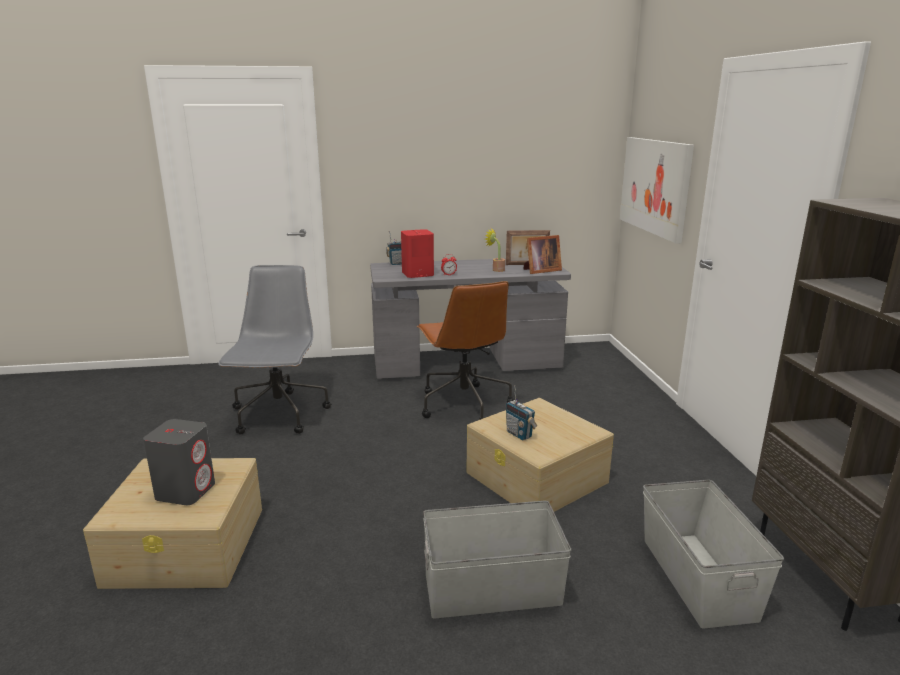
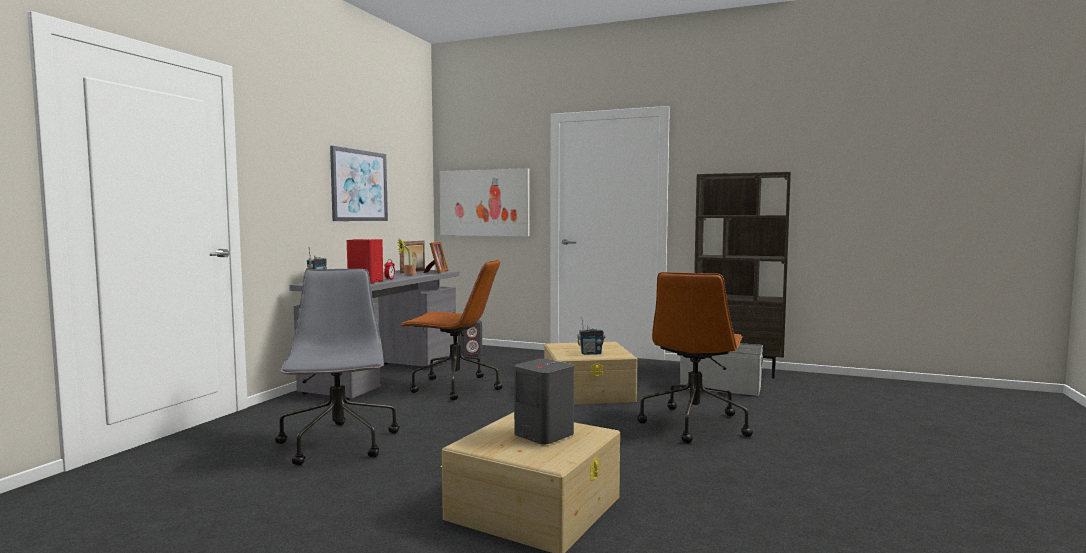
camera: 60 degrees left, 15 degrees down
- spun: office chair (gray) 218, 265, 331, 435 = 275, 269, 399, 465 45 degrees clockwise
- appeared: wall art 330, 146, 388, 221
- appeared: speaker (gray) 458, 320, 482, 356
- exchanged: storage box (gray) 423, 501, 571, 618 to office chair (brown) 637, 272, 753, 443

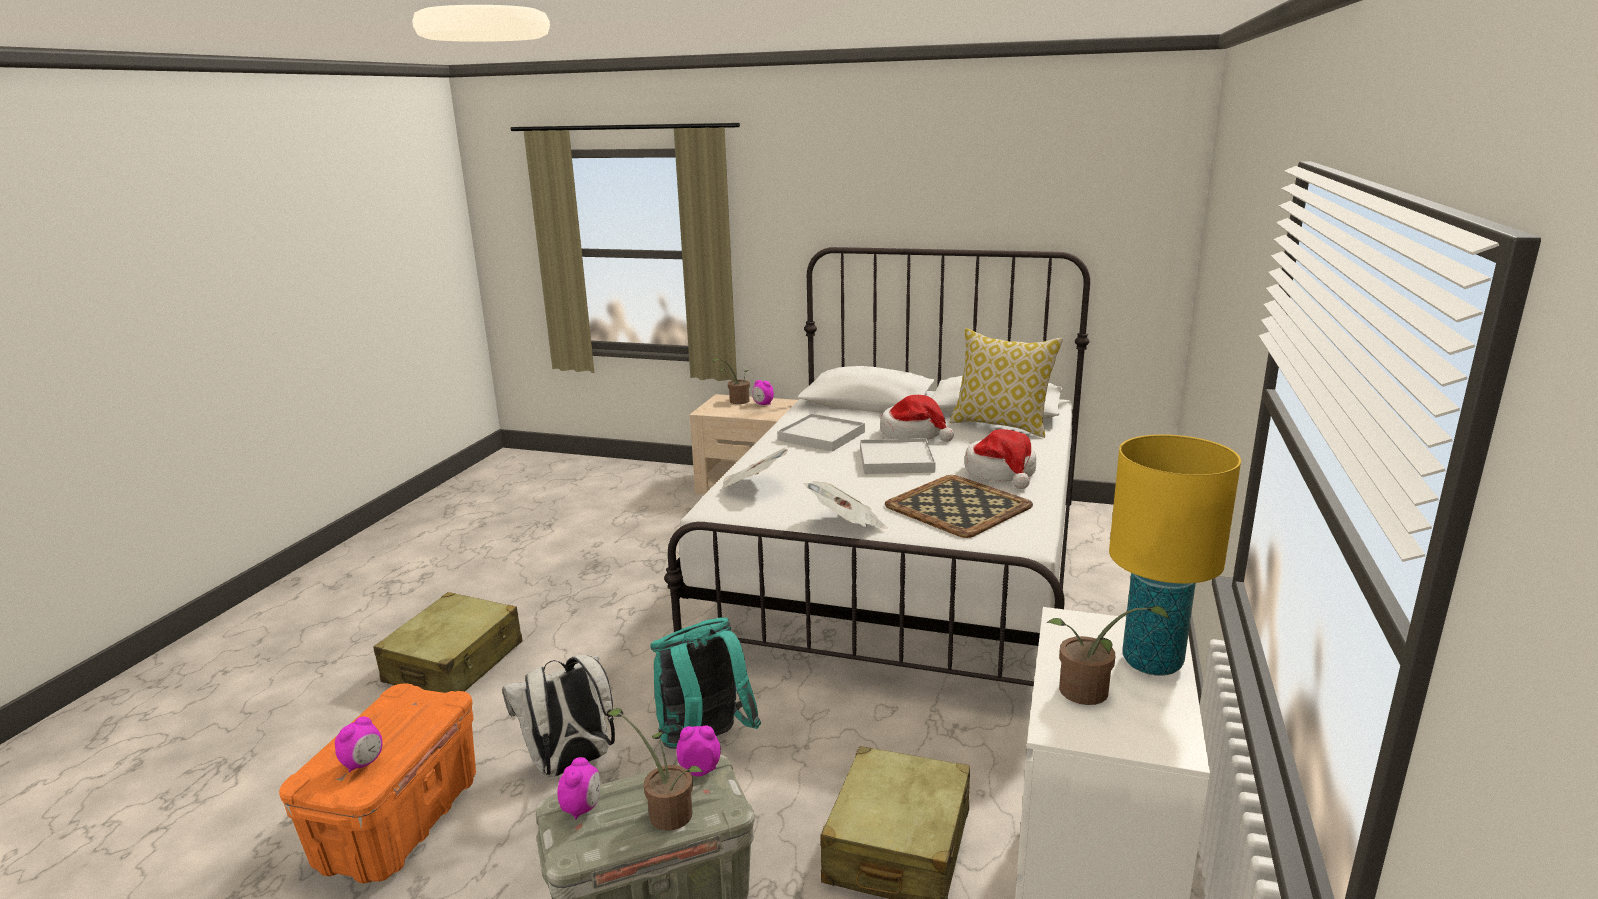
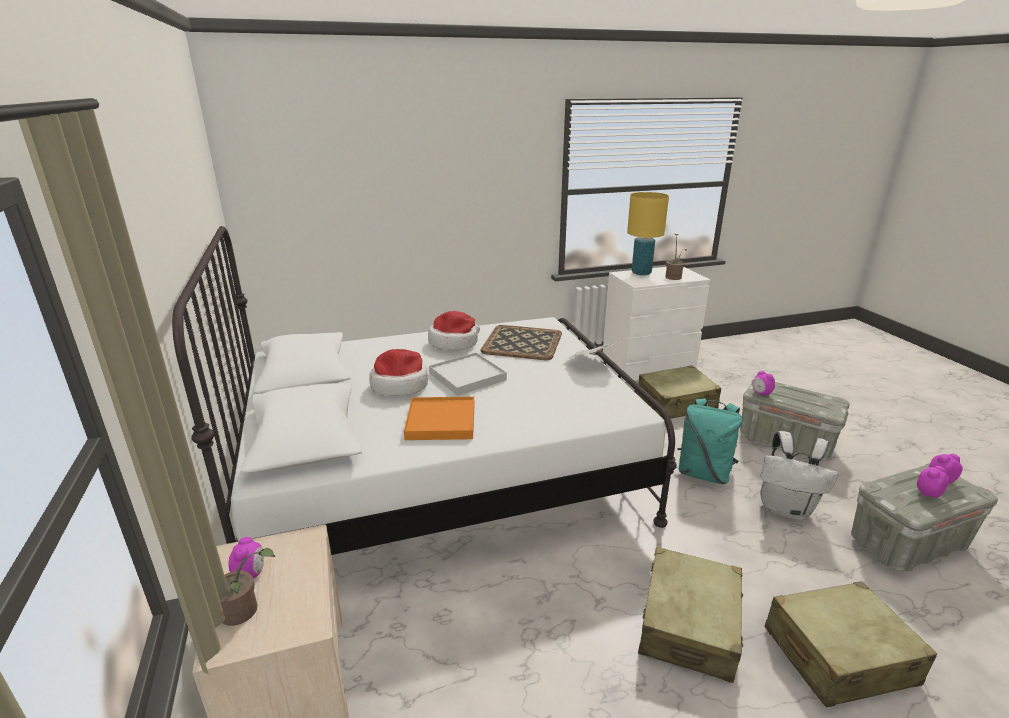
camera: 125 degrees left, 5 degrees up
- colour: serving tray (white) 777, 413, 865, 452 to serving tray (orange-coloured) 404, 397, 474, 440
- appeared: suitcase (beige-coloured) 638, 547, 743, 683
- colour: storage box (orange-coloured) 279, 684, 476, 883 to storage box (gray) 851, 463, 998, 571
- relocated: bedside clock 557, 757, 600, 819 to 917, 466, 950, 498
- missing: potted plant 607, 708, 704, 831
- missing: daily paper 720, 448, 788, 490
- missing: pillow 950, 328, 1063, 438

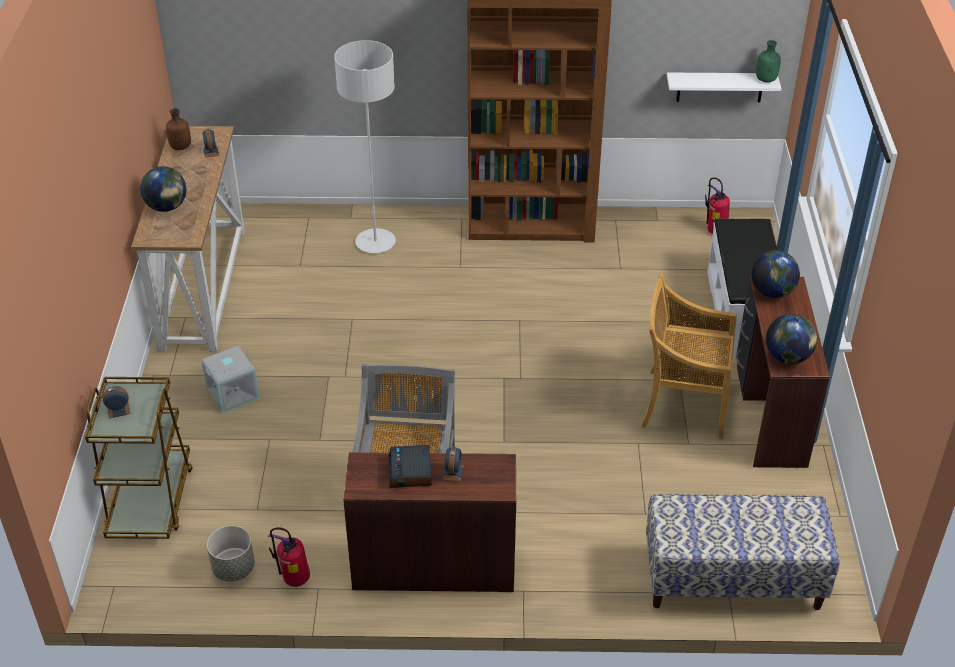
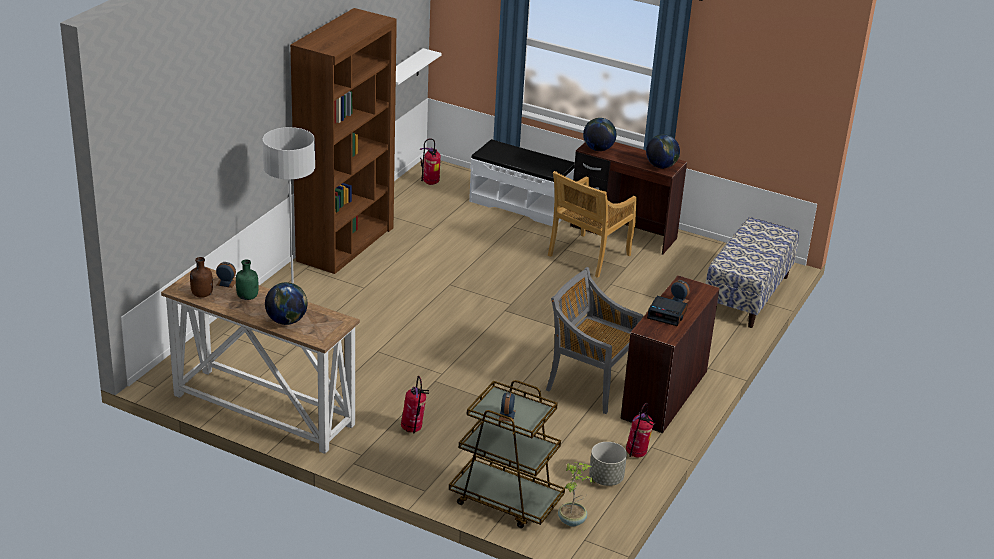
camera: 65 degrees left, 10 degrees down
- relocated: drink bottle (green-coloured) 756, 40, 781, 82 to 236, 259, 259, 300
- exchanged: storage box (gray) 201, 346, 260, 413 to fire-fighting cylinder 401, 376, 429, 433
- appeared: potted plant 558, 462, 595, 527

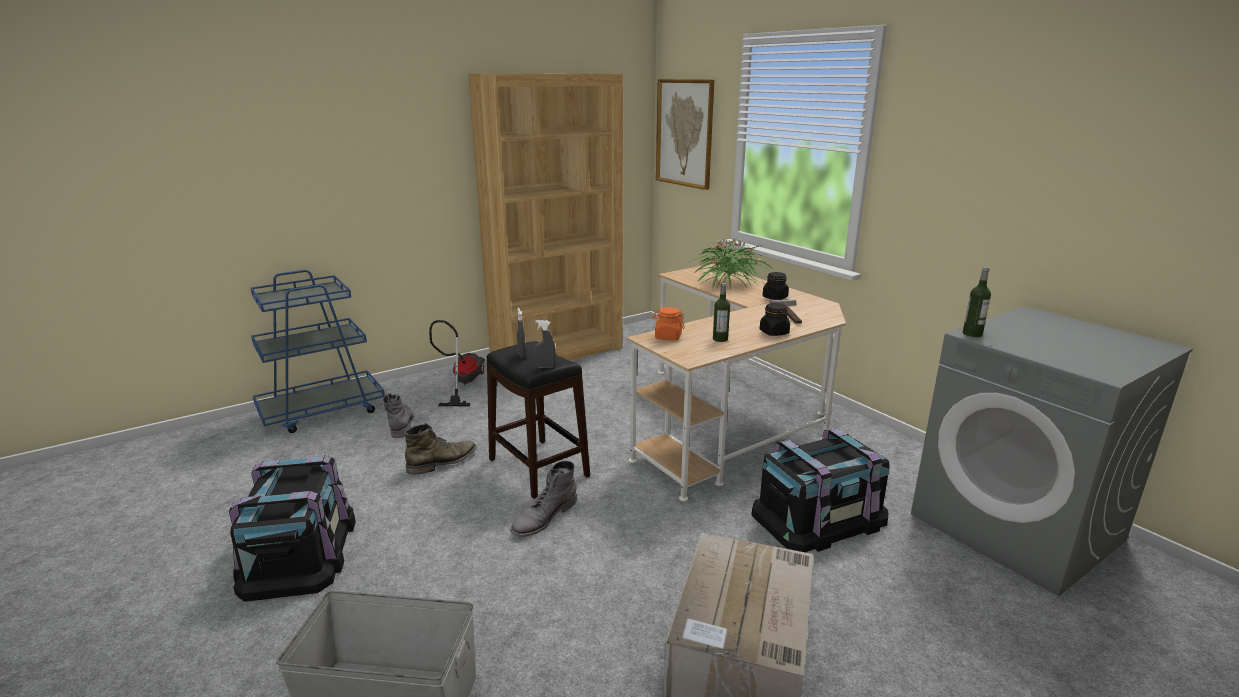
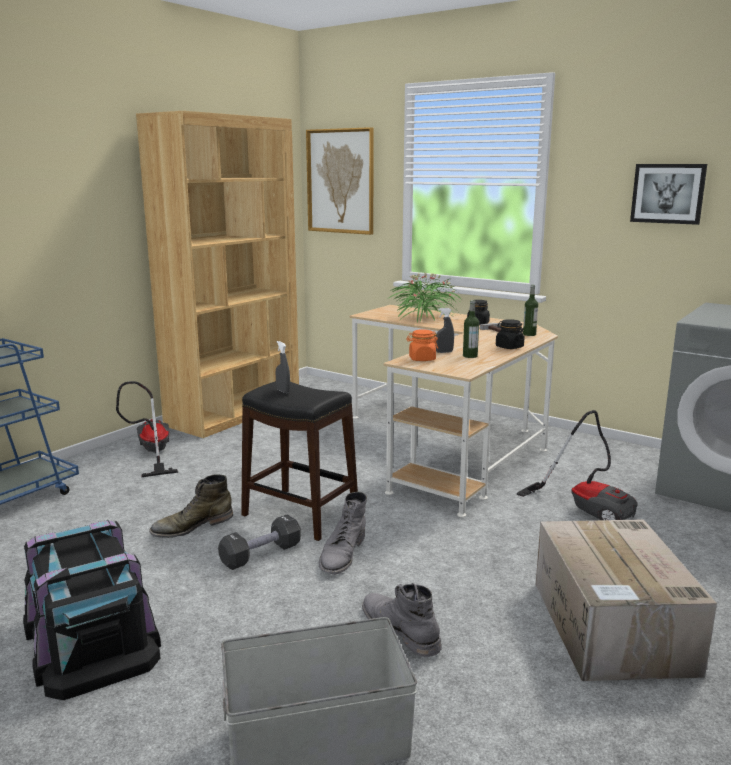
camera: 20 degrees left, 5 degrees down
- spun: boot (green-coloured) 405, 423, 477, 475 = 149, 474, 233, 538 150 degrees counterclockwise
- appeared: hand weight (black-coloured) 218, 514, 301, 570
- relocated: boot (gray) 383, 393, 414, 438 to 362, 583, 442, 657
- relocated: spray bottle (gray) 534, 320, 556, 368 to 435, 308, 454, 353
- exchanged: storage box (black-coloured) 751, 428, 889, 553 to vacuum 516, 410, 637, 520
- relocated: drink bottle 963, 267, 991, 337 to 523, 285, 538, 336
- appeared: wall art 630, 164, 707, 225

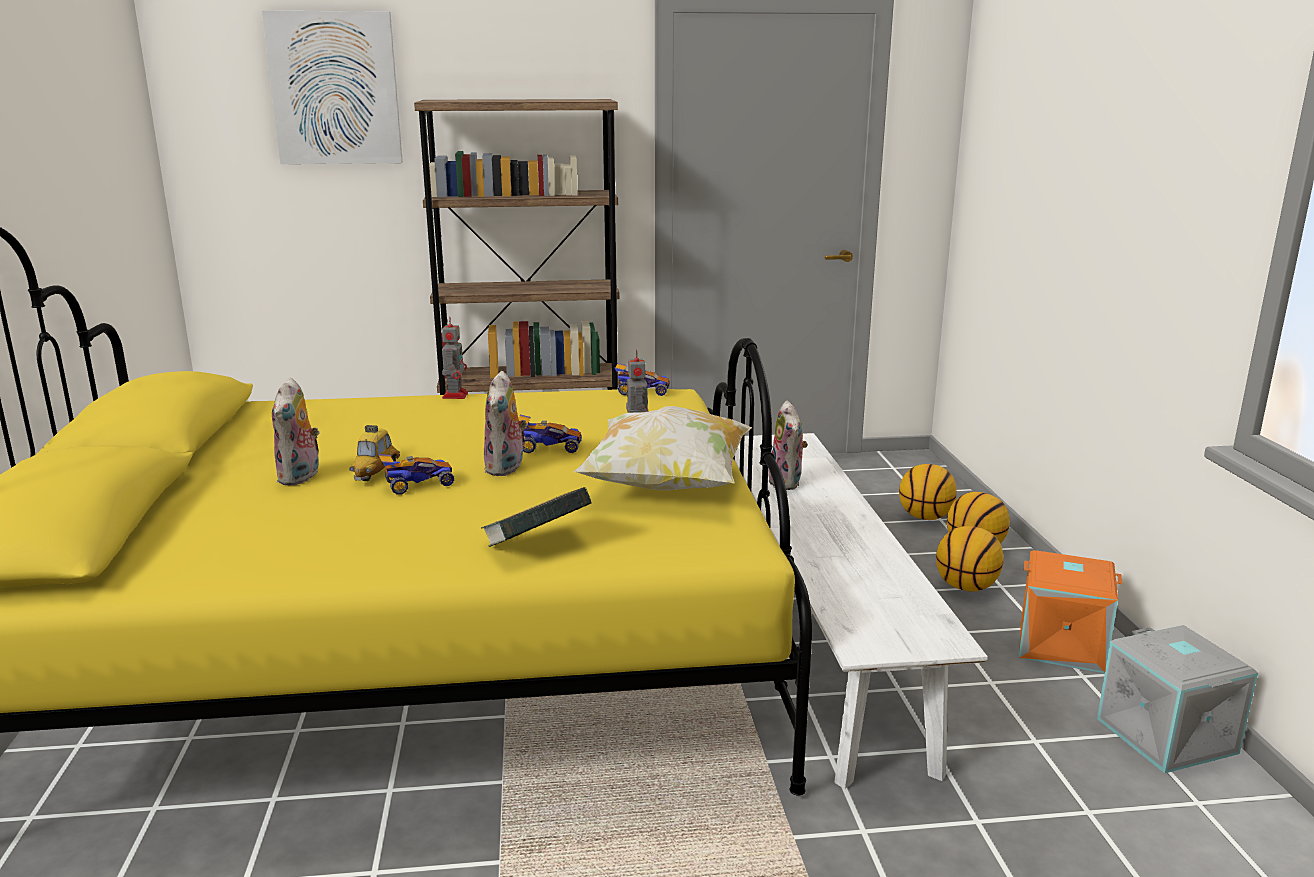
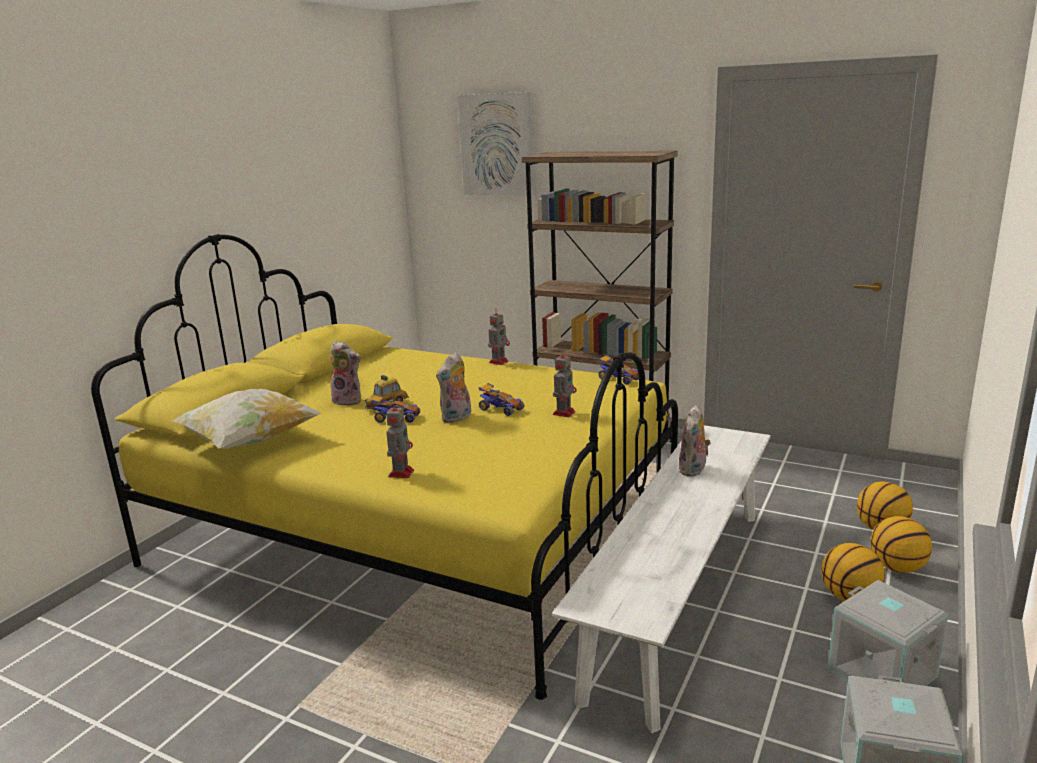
camera: 35 degrees right, 0 degrees up
- relocated: pillow 573, 406, 752, 491 to 173, 389, 321, 449
- spun: soft toy 272, 377, 320, 486 = 330, 341, 361, 406 105 degrees counterclockwise
- exchanged: volume 481, 487, 592, 547 to model robot 386, 401, 414, 478
- colour: storage box (orange-coloured) 1018, 550, 1123, 673 to storage box (gray) 828, 580, 948, 686

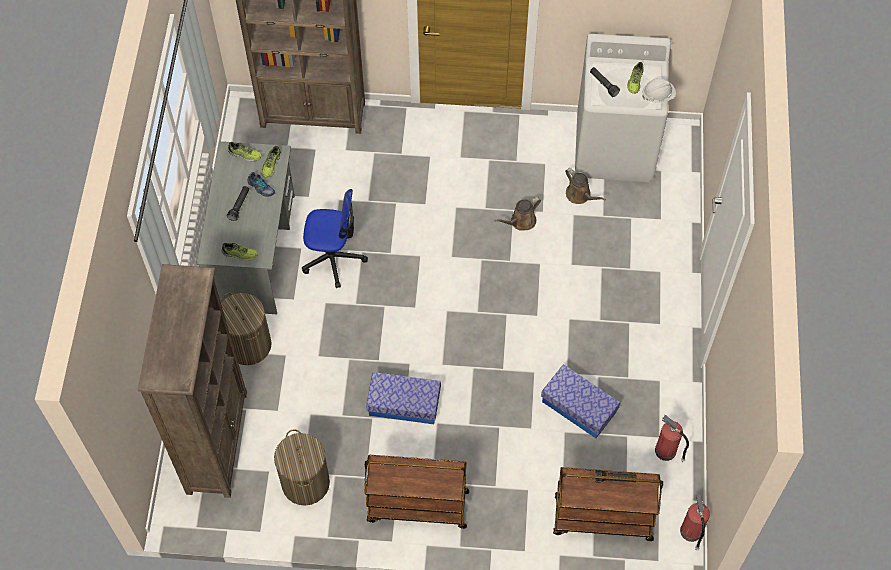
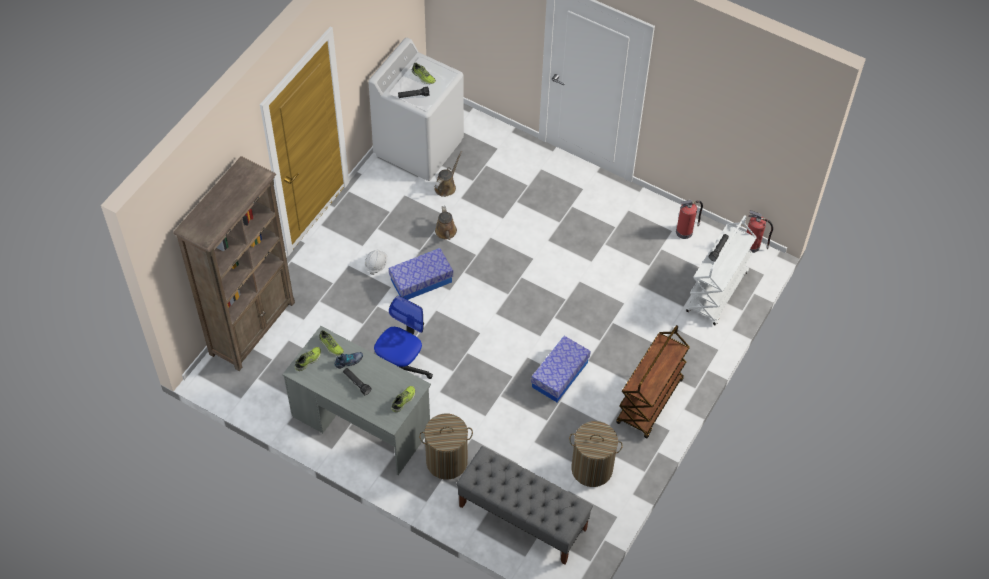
camera: 65 degrees left, 5 degrees down
- relocated: work helmet (white) 642, 78, 676, 103 to 365, 249, 387, 275
- relocated: storage box 541, 364, 621, 438 to 389, 248, 453, 300
- spun: sprinkling can (brown) 565, 168, 606, 204 = 434, 151, 462, 197 45 degrees counterclockwise
- exchanged: bookcase (brown) 138, 264, 247, 498 to bench (gray) 456, 446, 593, 565
- colour: cart (brown) 553, 467, 663, 541 to cart (white) 686, 215, 757, 325

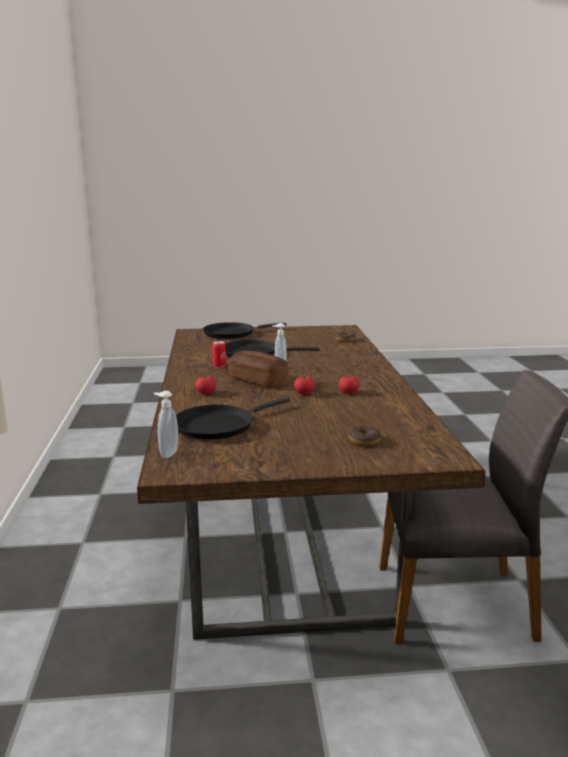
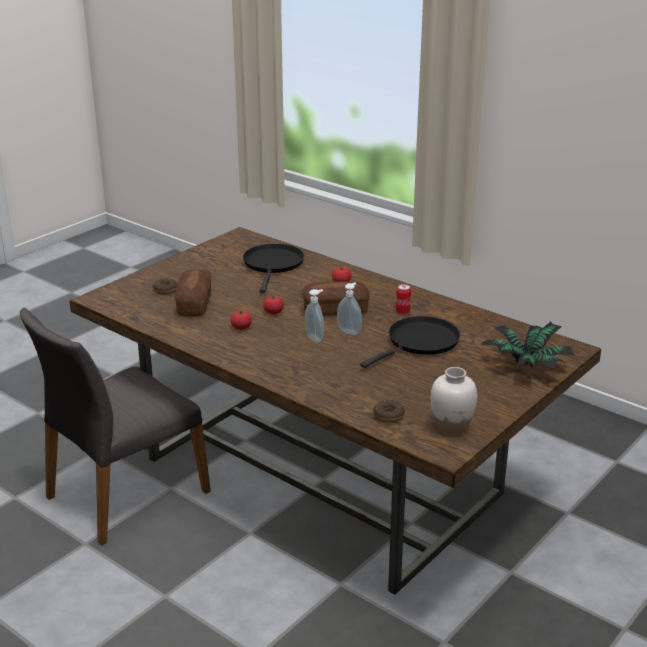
camera: 135 degrees right, 10 degrees up
- appeared: bread 175, 269, 212, 317
- relocated: soap bottle 154, 391, 178, 458 to 305, 289, 324, 342
- appeared: vase (white) 431, 367, 477, 436
- exchanged: frying pan (black-coloured) 203, 322, 287, 339 to potted plant 481, 322, 575, 369

